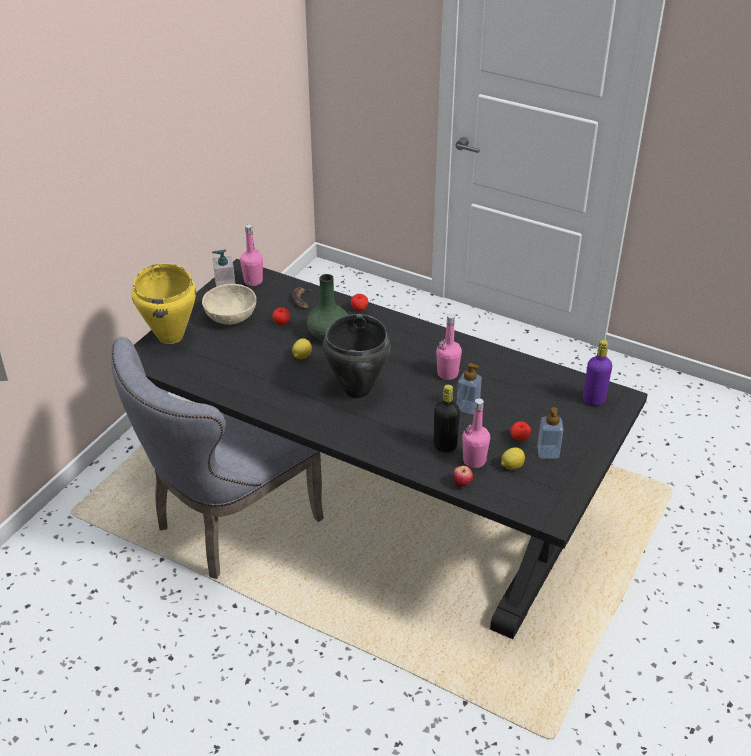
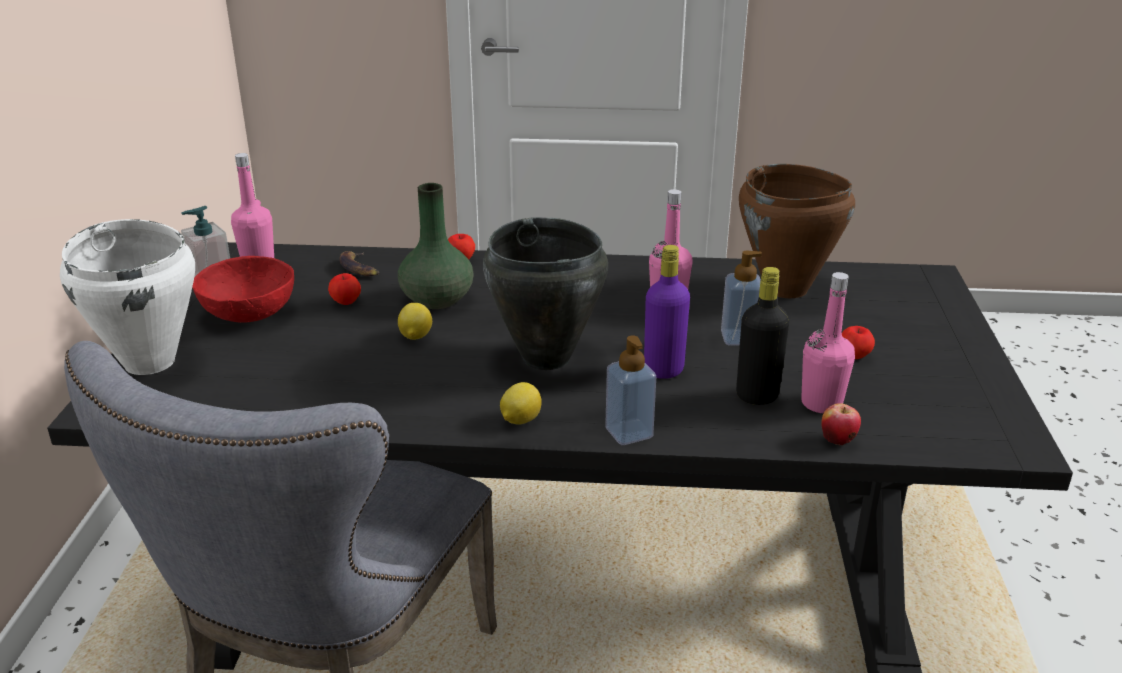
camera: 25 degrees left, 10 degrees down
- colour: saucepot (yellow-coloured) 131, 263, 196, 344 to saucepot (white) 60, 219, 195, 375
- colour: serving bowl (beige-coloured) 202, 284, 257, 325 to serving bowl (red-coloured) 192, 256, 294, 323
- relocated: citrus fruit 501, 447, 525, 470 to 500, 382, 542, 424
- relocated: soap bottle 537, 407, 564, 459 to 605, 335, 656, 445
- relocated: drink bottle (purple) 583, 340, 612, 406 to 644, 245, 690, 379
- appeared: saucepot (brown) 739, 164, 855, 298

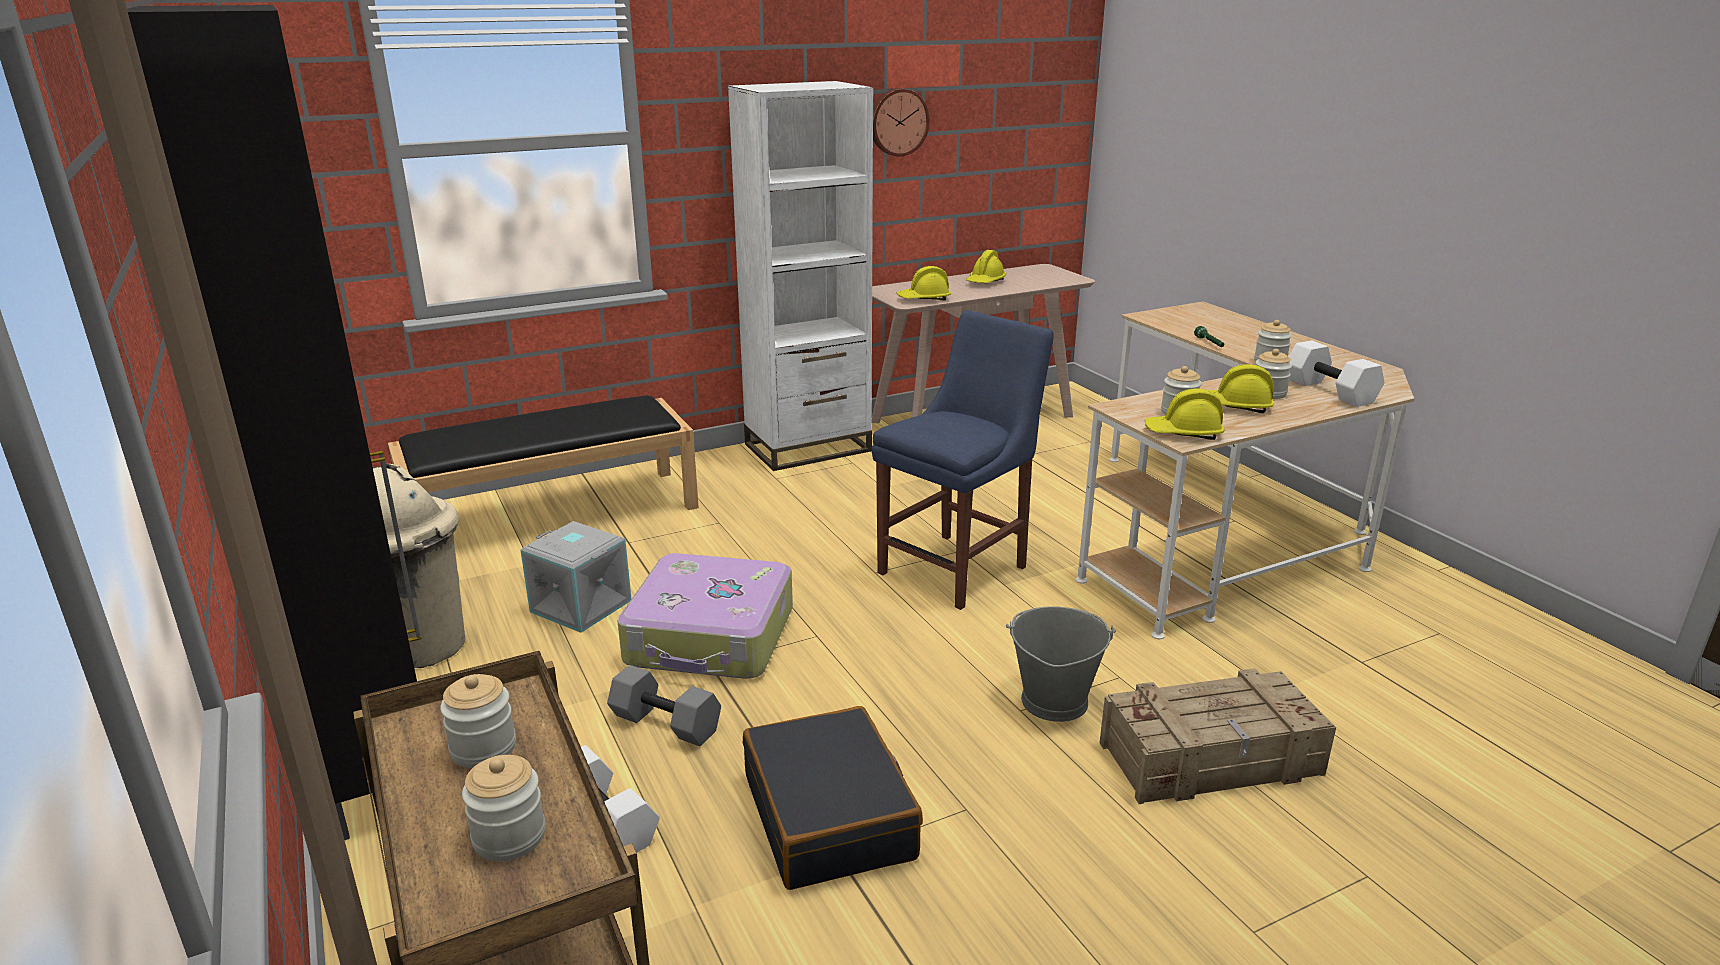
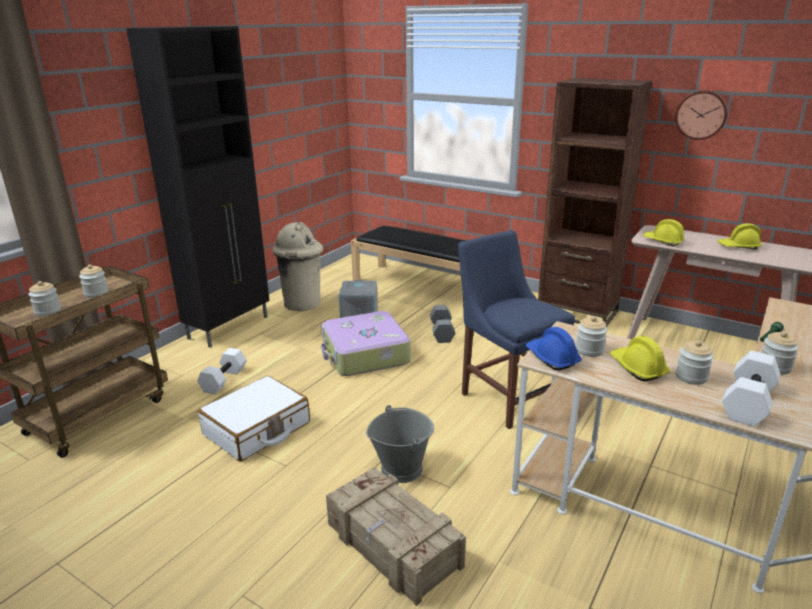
camera: 60 degrees right, 0 degrees up
- colour: suitcase (black-coloured) 743, 706, 923, 890 to suitcase (white) 198, 376, 310, 461
- relocated: hand weight (gray) 607, 665, 721, 746 to 430, 305, 455, 343
- spun: upright chair (blue-coloured) 872, 310, 1054, 610 = 458, 230, 575, 429 135 degrees counterclockwise
- colour: work helmet (yellow-coloured) 1145, 388, 1224, 440 to work helmet (blue-coloured) 525, 327, 582, 370
- colour: bookcase (white) 728, 81, 873, 471 to bookcase (brown) 538, 78, 652, 327

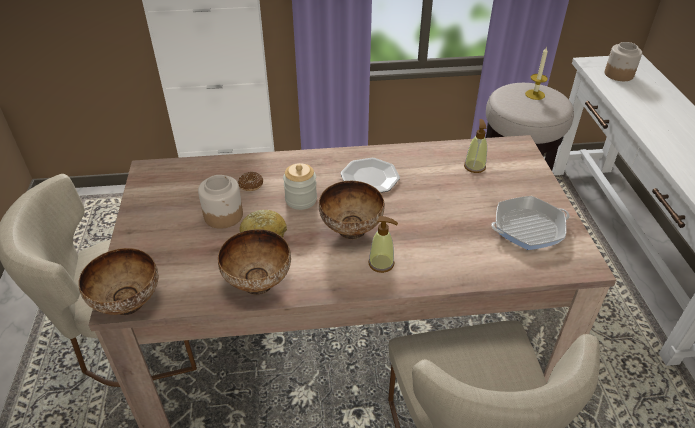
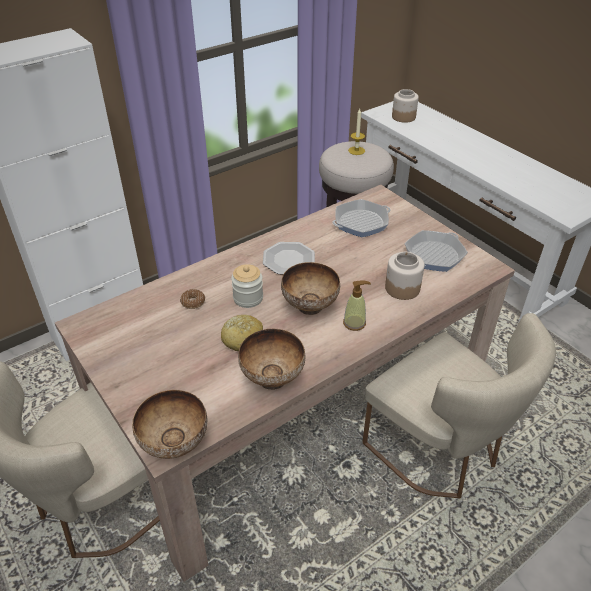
camera: 30 degrees left, 0 degrees up
- exchanged: soap bottle 464, 119, 487, 173 to frying pan 333, 199, 390, 237
- relocated: storage jar 198, 175, 243, 229 to 385, 252, 425, 300

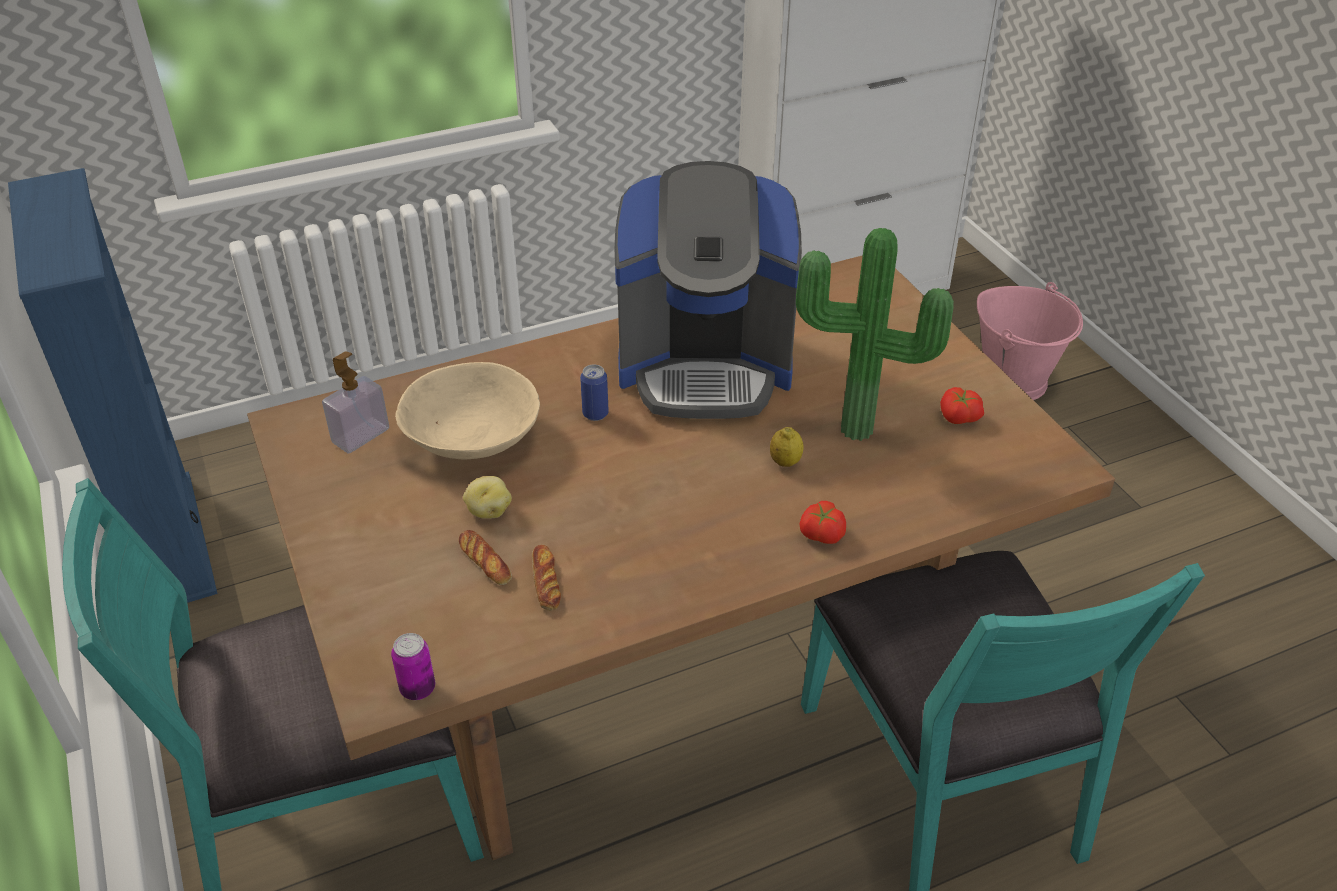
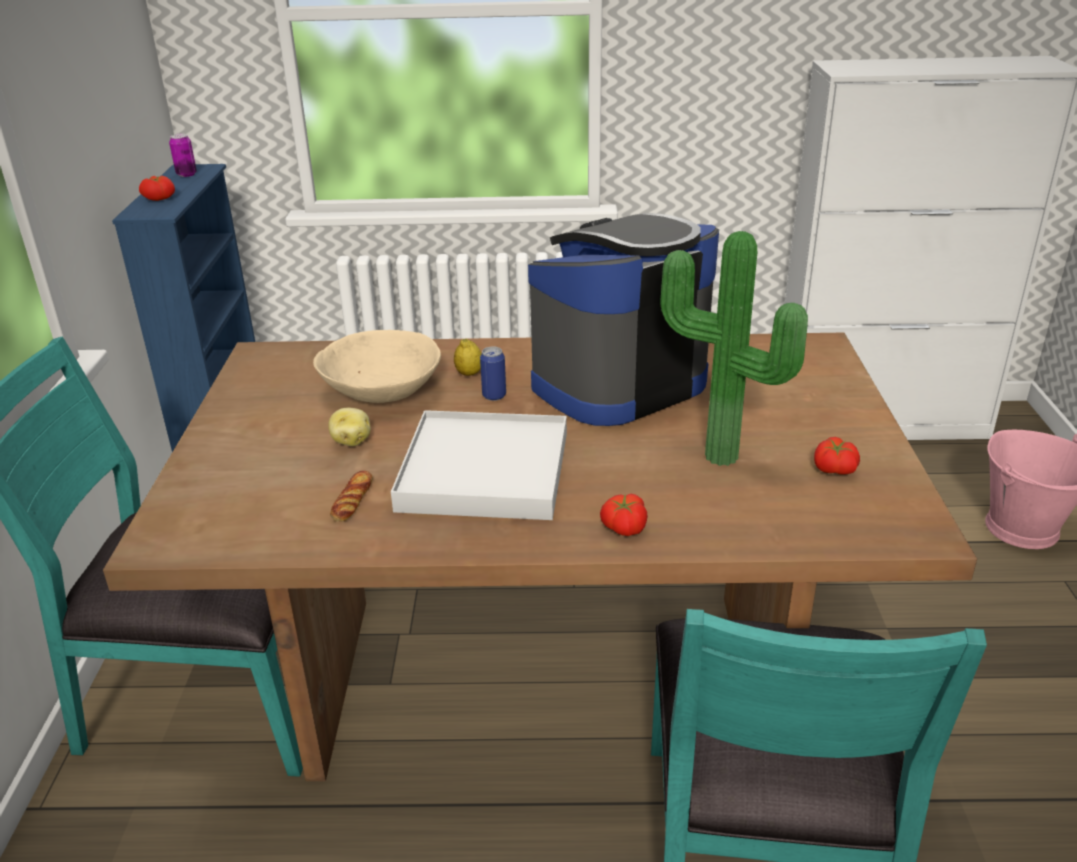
camera: 25 degrees right, 10 degrees down
- appeared: tomato 139, 176, 175, 201
- relocated: can 391, 633, 435, 700 to 169, 134, 197, 177
- appeared: serving tray (white) 391, 410, 567, 520
- relocated: citrus fruit 770, 427, 804, 467 to 454, 339, 482, 376
- spun: coffee machine 615, 161, 802, 419 = 528, 213, 719, 426 120 degrees clockwise
- missing: soap bottle 322, 351, 389, 454
- missing: bread 459, 530, 512, 585

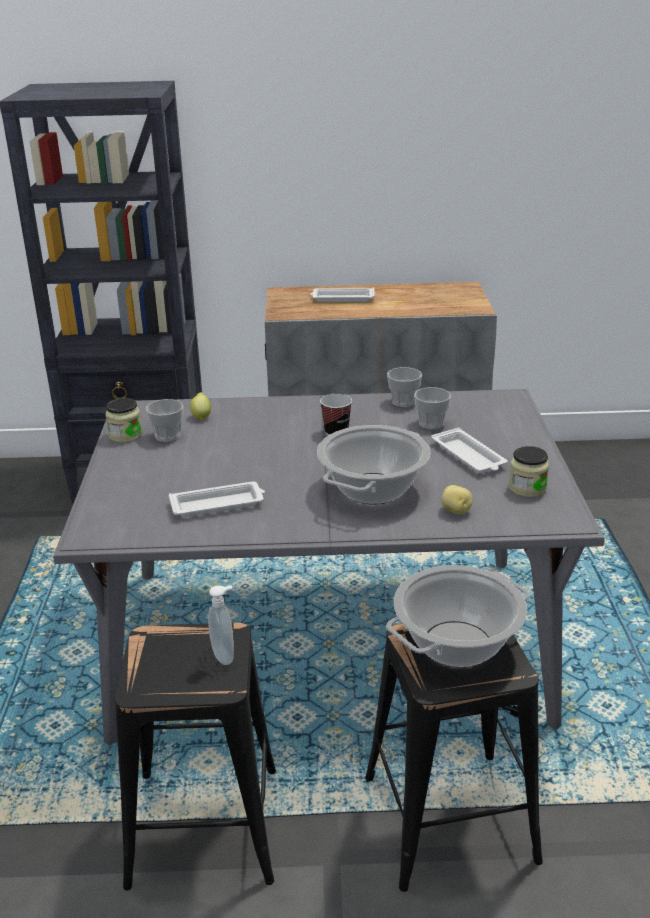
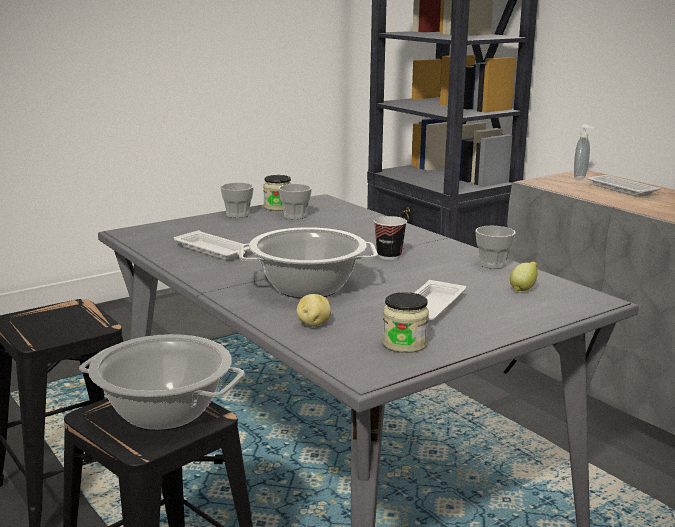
camera: 55 degrees right, 10 degrees down
- relocated: drinking cup 414, 387, 451, 430 to 220, 183, 254, 218
- relocated: citrus fruit 190, 392, 211, 420 to 510, 262, 538, 291
- relocated: soap bottle 208, 585, 234, 665 to 574, 124, 595, 179

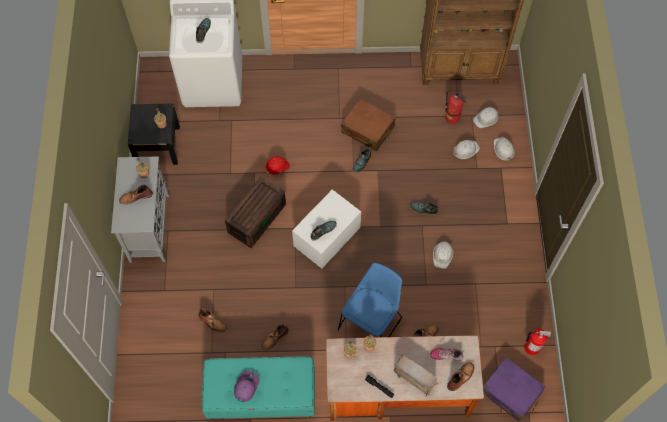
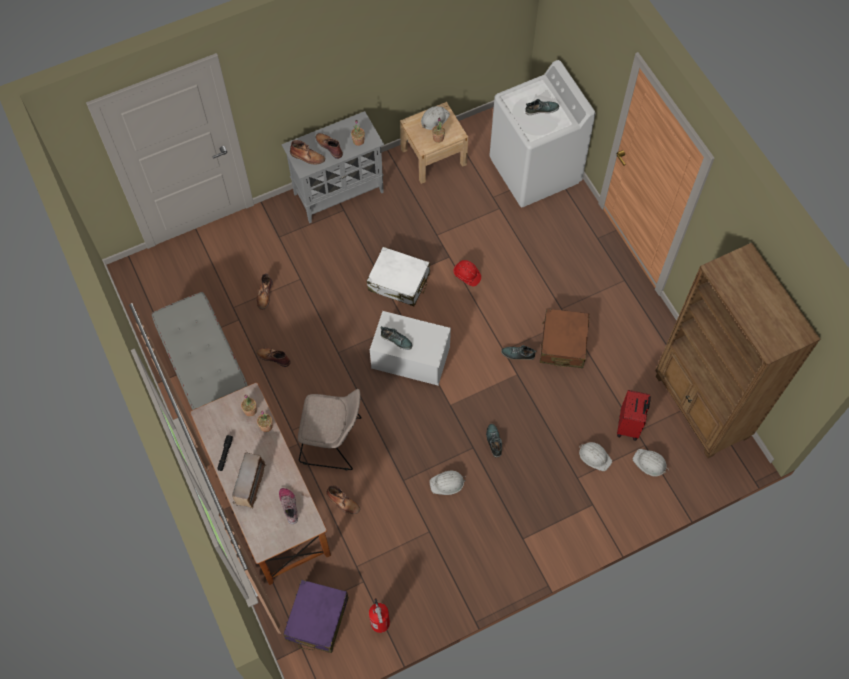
camera: 65 degrees right, 0 degrees up
- colour: bench (blue-green) 202, 356, 315, 419 to bench (gray) 152, 292, 248, 410
- relocated: boot (brown) 447, 362, 474, 391 to 290, 140, 325, 165
- colour: upright chair (blue-coloured) 338, 263, 402, 337 to upright chair (beige-coloured) 298, 389, 362, 471
- exchanged: storage box (brown) 225, 177, 286, 248 to suitcase (white) 367, 247, 430, 306
- colour: nightstand (black-coloured) 128, 103, 180, 165 to nightstand (beige-coloured) 400, 102, 468, 184
- relocated: work helmet (white) 494, 137, 515, 161 to 421, 106, 450, 130
- exchanged: fire-fighting cylinder 445, 90, 467, 124 to suitcase (red-coloured) 617, 390, 651, 441
- missing: cap (purple) 234, 370, 260, 402

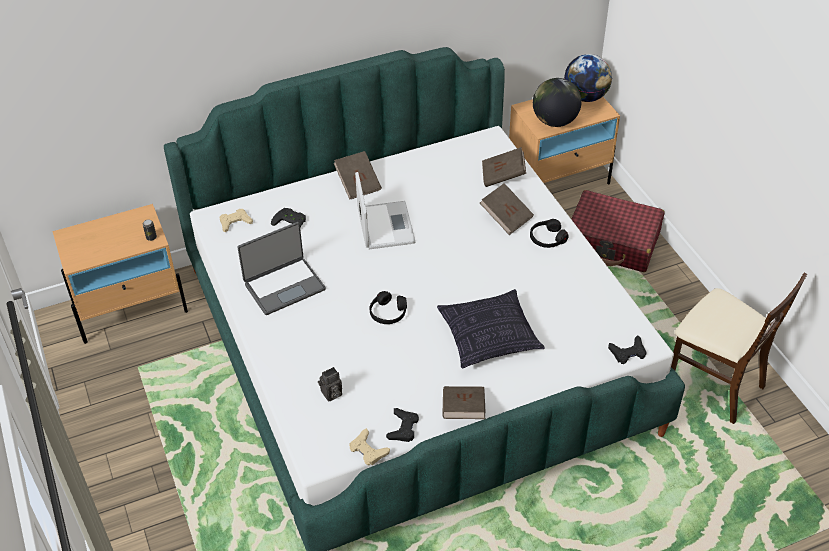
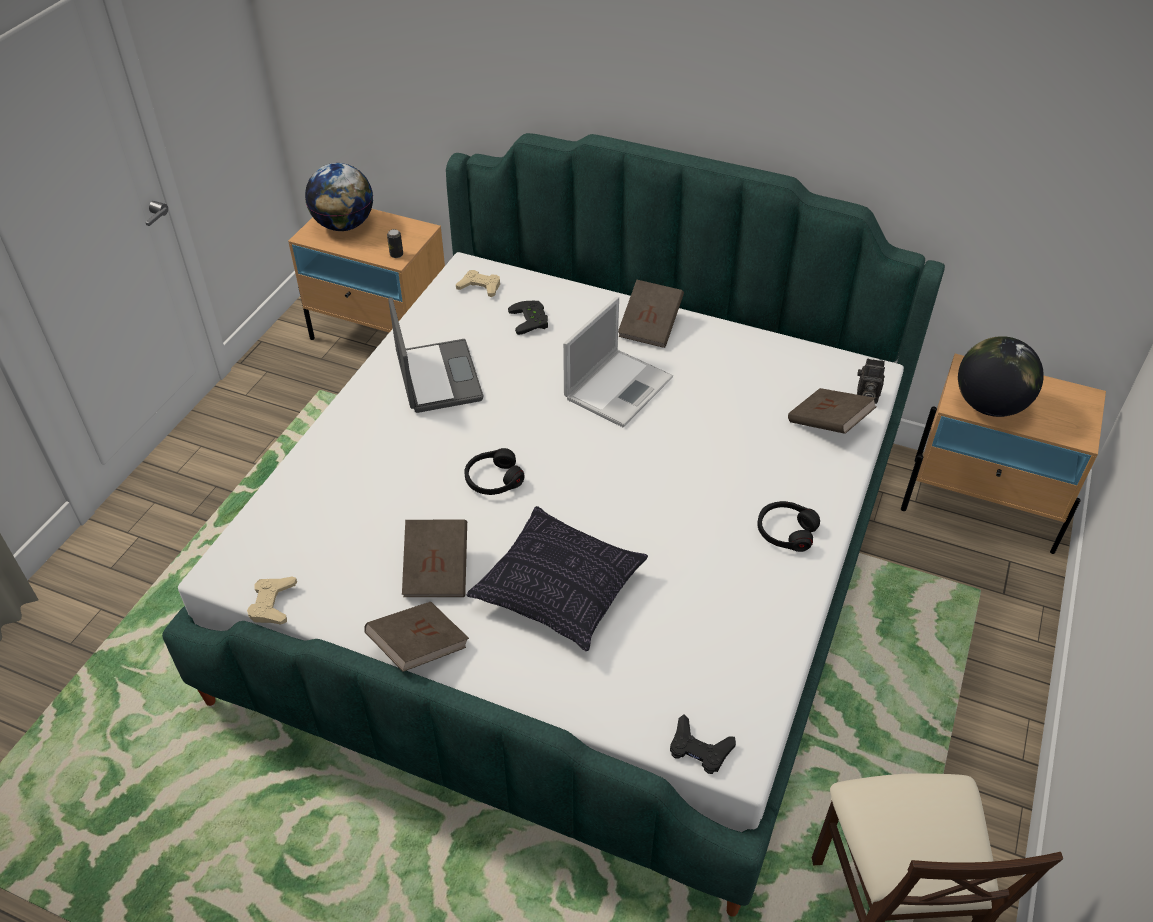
camera: 45 degrees right, 0 degrees up
- relocated: world globe 564, 54, 612, 102 to 305, 163, 373, 231
- spun: notebook computer 237, 222, 326, 315 = 388, 297, 484, 413 120 degrees counterclockwise
- relocated: volume (brown) 480, 183, 534, 235 to 402, 520, 467, 597
- relocated: photo camera 318, 367, 342, 402 to 857, 358, 885, 404
- missing: game controller (black-coloured) 386, 408, 419, 442
- missing: suitcase (red-coloured) 571, 190, 665, 272

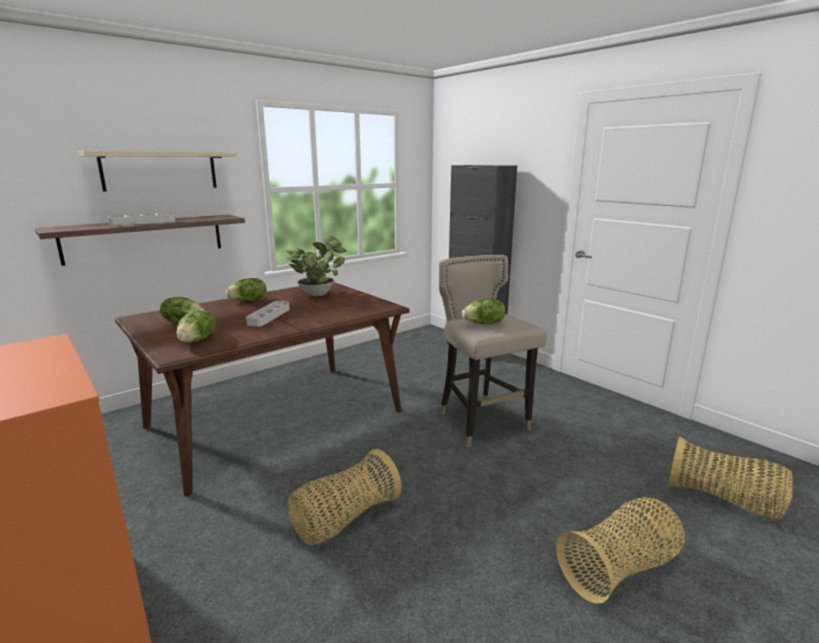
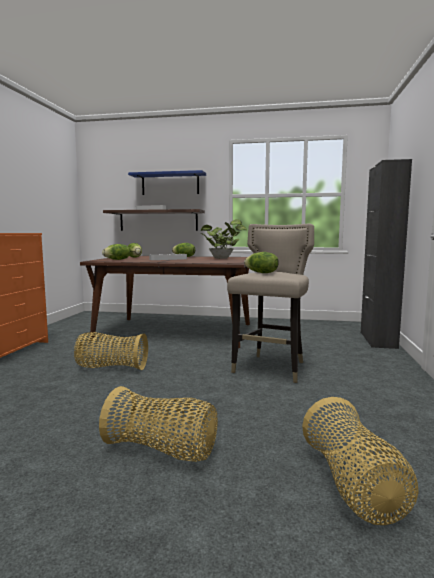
camera: 50 degrees right, 10 degrees down
- colour: bracket shelf (beige-coloured) 78, 151, 237, 192 to bracket shelf (blue-coloured) 128, 170, 206, 195

